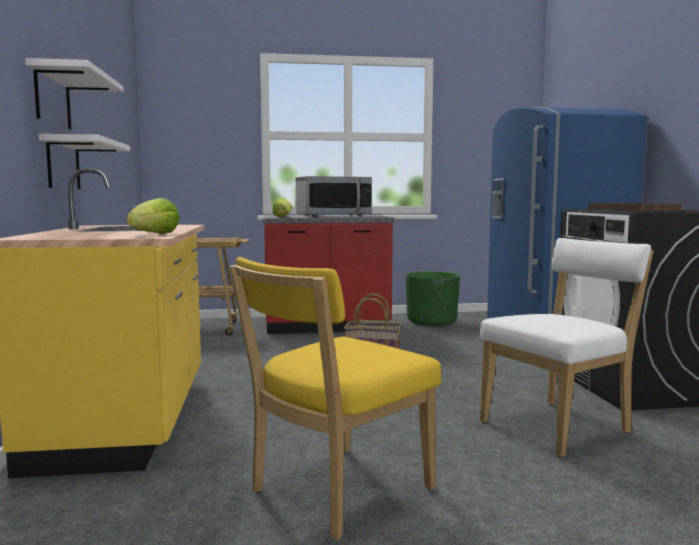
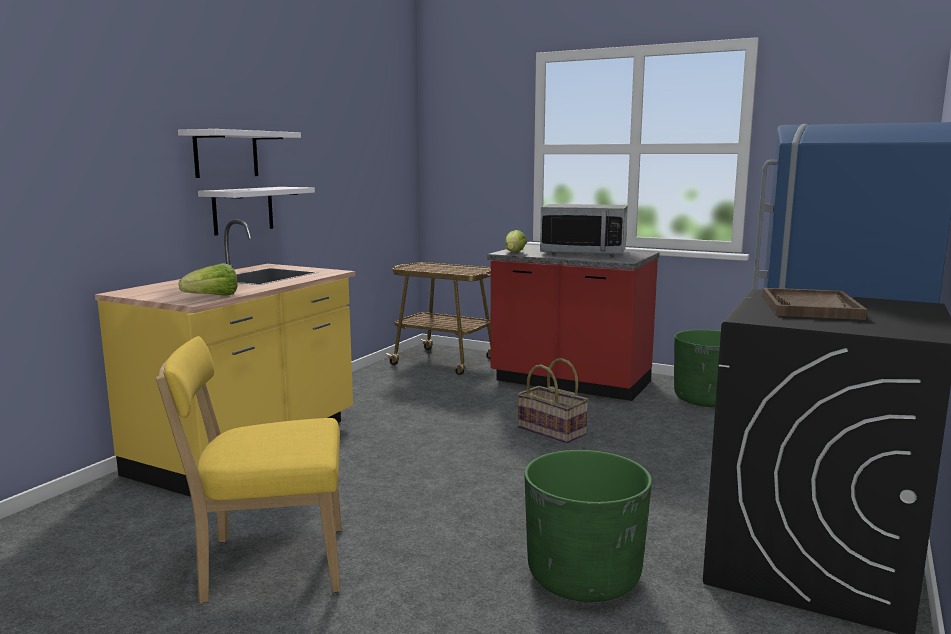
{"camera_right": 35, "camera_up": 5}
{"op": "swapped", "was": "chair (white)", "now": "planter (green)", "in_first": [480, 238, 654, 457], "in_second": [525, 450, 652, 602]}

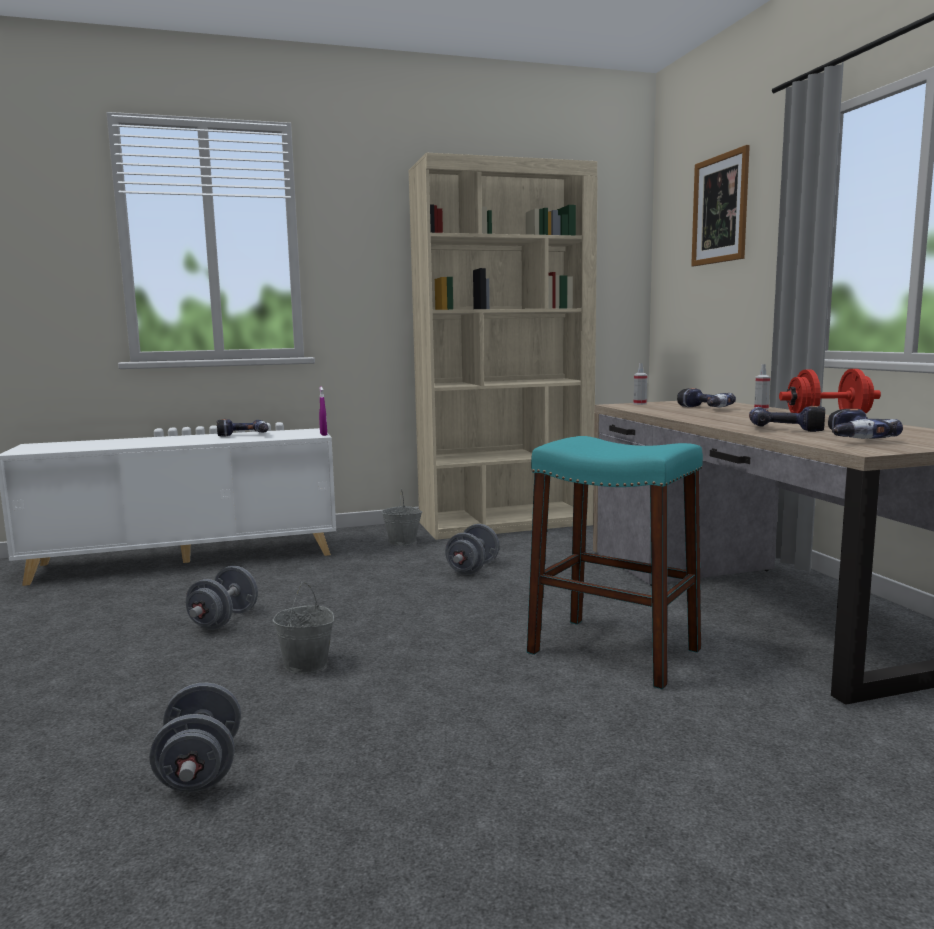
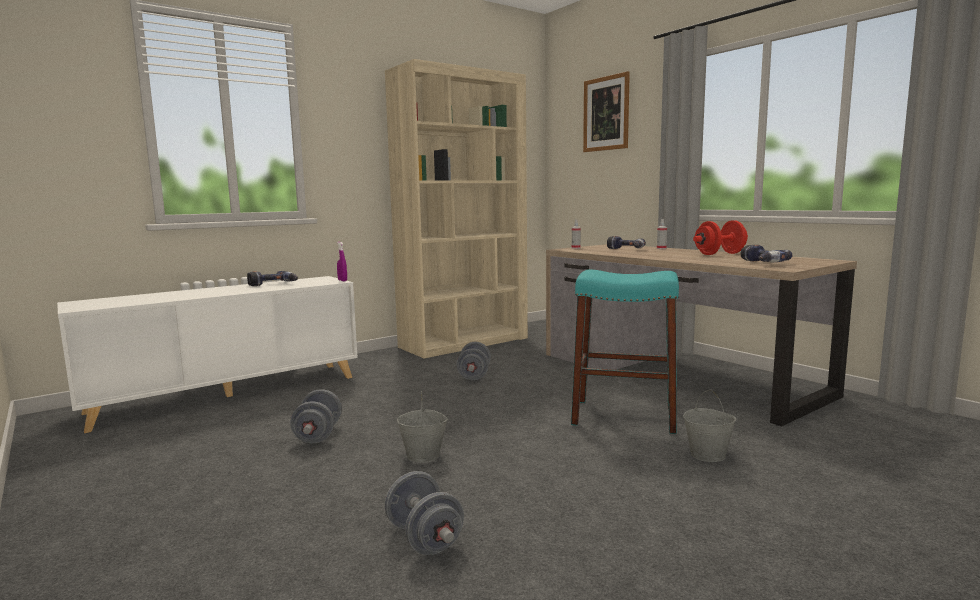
{"camera_right": -20, "camera_up": 0}
{"op": "gone", "was": "power drill", "in_first": [749, 406, 825, 432]}
{"op": "shifted", "was": "bucket (grey)", "in_first": [382, 489, 422, 545], "in_second": [683, 389, 736, 462]}

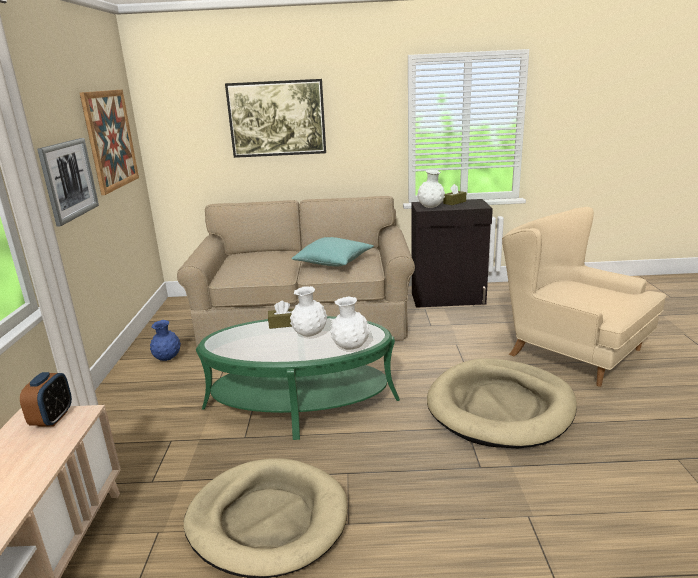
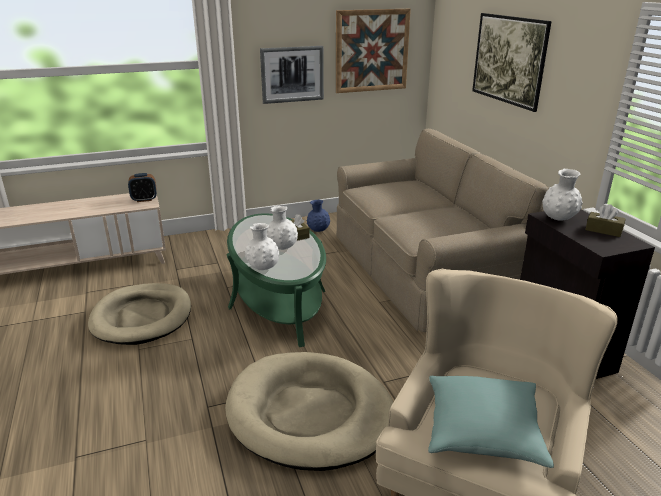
{"camera_right": 70, "camera_up": 5}
{"op": "shifted", "was": "pillow (turquoise)", "in_first": [291, 237, 374, 267], "in_second": [428, 376, 554, 468]}

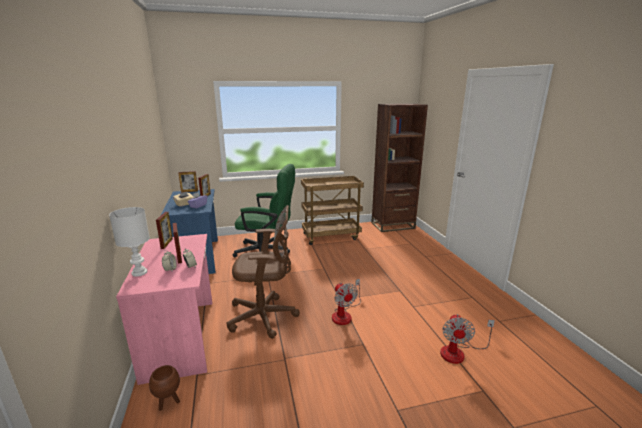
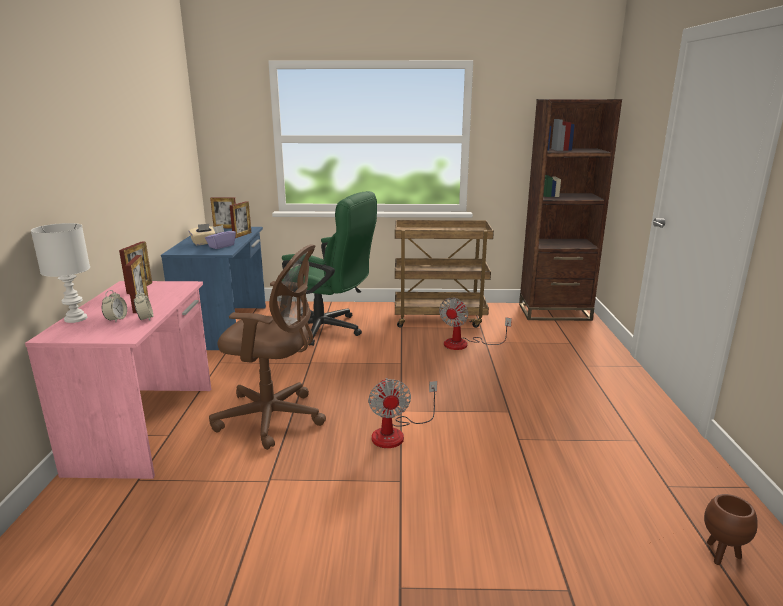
{"camera_right": 15, "camera_up": 0}
{"op": "shifted", "was": "fan", "in_first": [440, 314, 495, 364], "in_second": [439, 298, 512, 350]}
{"op": "shifted", "was": "planter (brown)", "in_first": [149, 365, 180, 411], "in_second": [704, 494, 758, 565]}

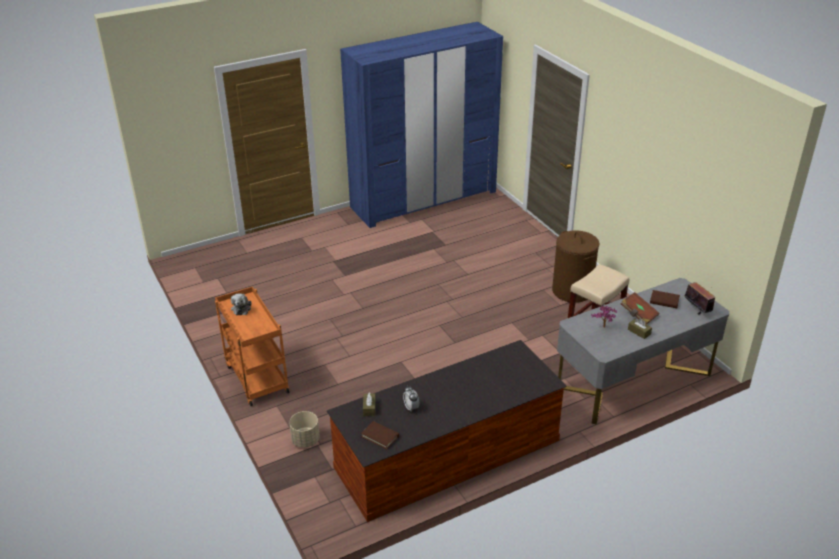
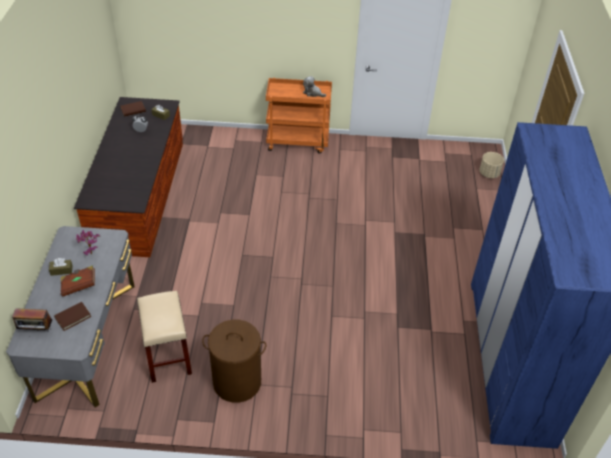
{"camera_right": 120, "camera_up": 10}
{"op": "shifted", "was": "planter (beige)", "in_first": [289, 411, 320, 448], "in_second": [479, 152, 504, 178]}

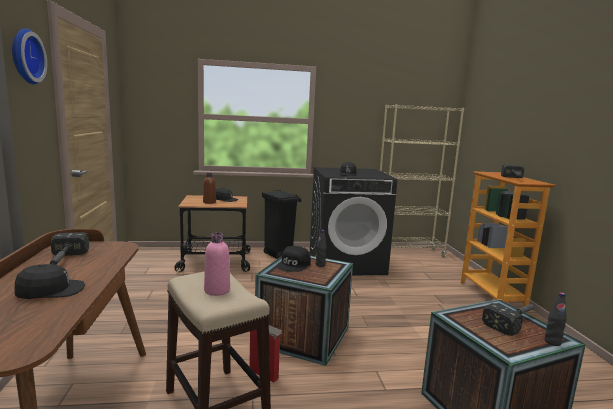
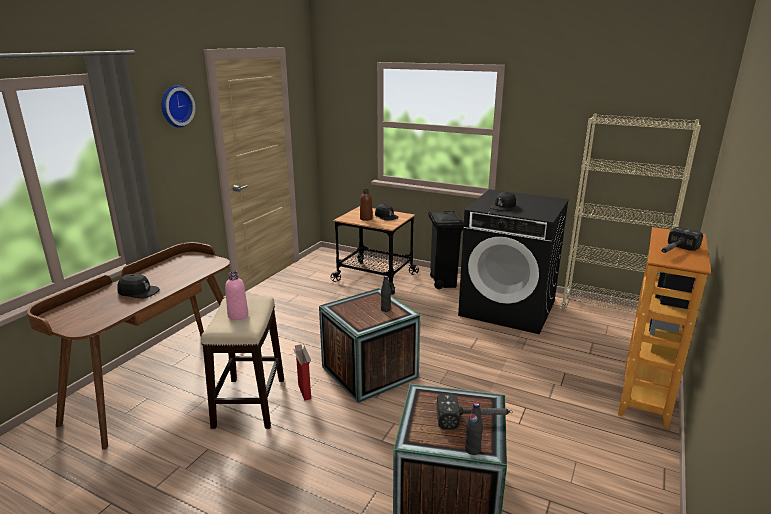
{"camera_right": 35, "camera_up": 10}
{"op": "gone", "was": "hammer", "in_first": [50, 232, 89, 265]}
{"op": "gone", "was": "cap (black)", "in_first": [277, 246, 311, 272]}

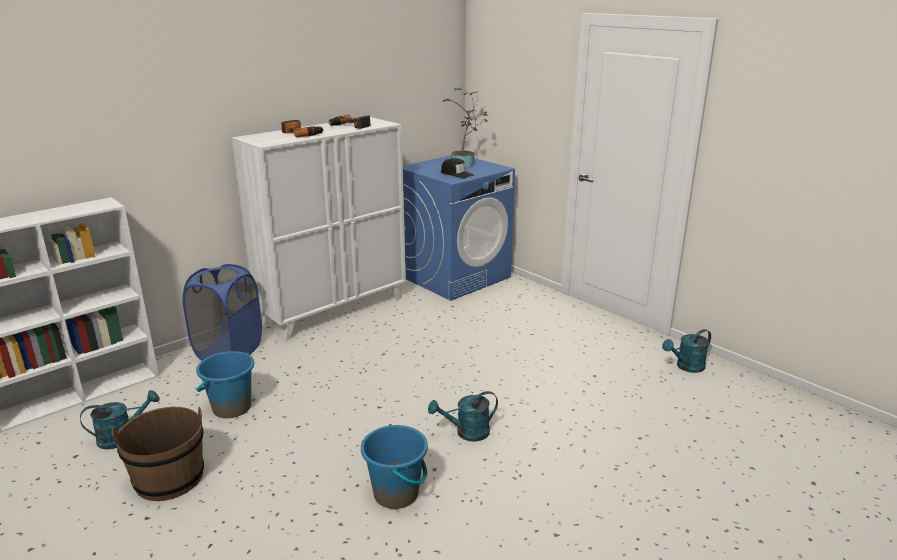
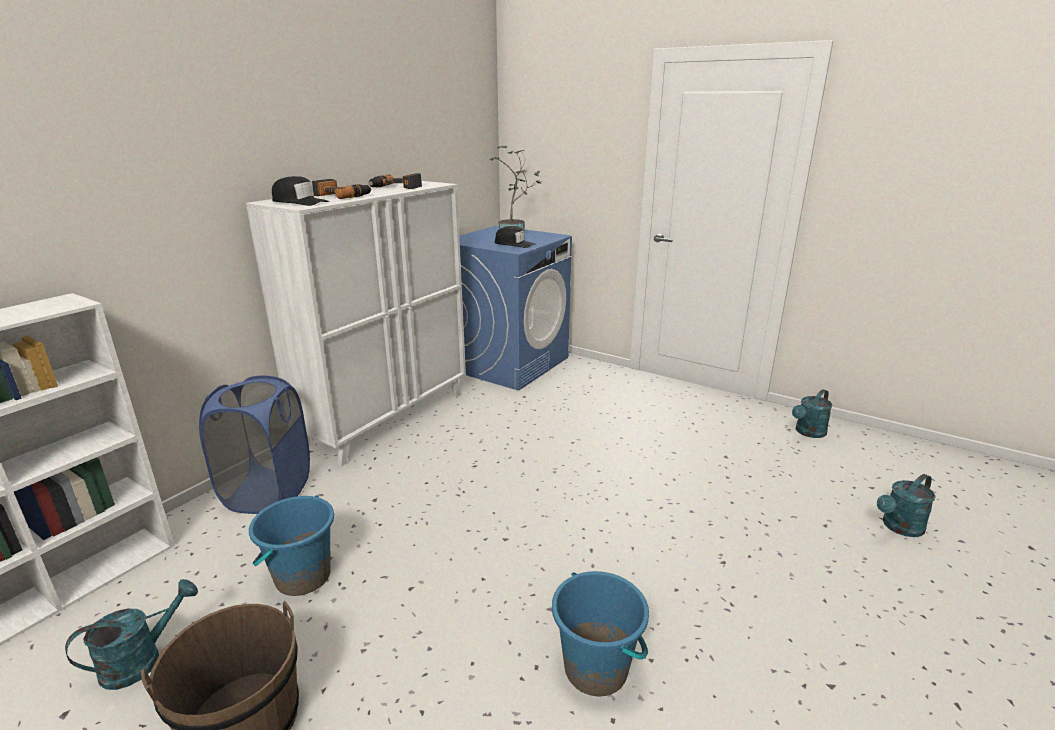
{"camera_right": -15, "camera_up": 0}
{"op": "shifted", "was": "watering can (turquoise)", "in_first": [428, 391, 498, 442], "in_second": [877, 474, 936, 537]}
{"op": "new", "now": "cap (black)", "in_second": [272, 176, 330, 206]}

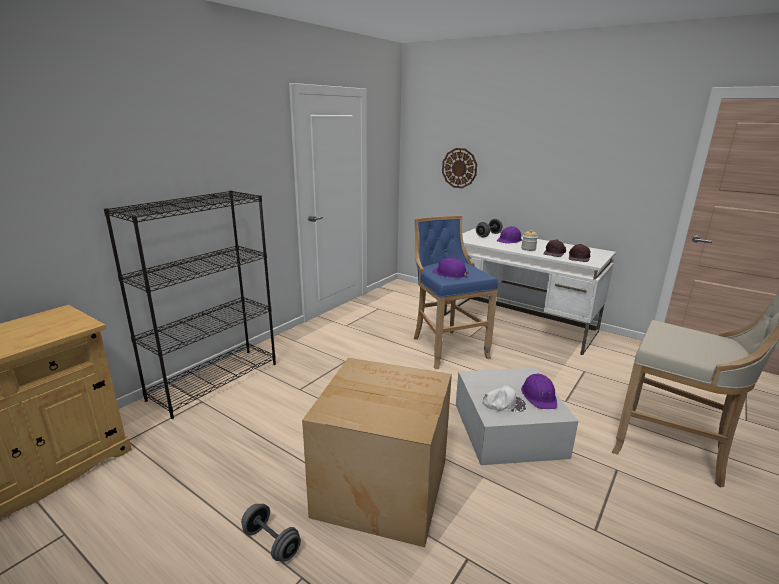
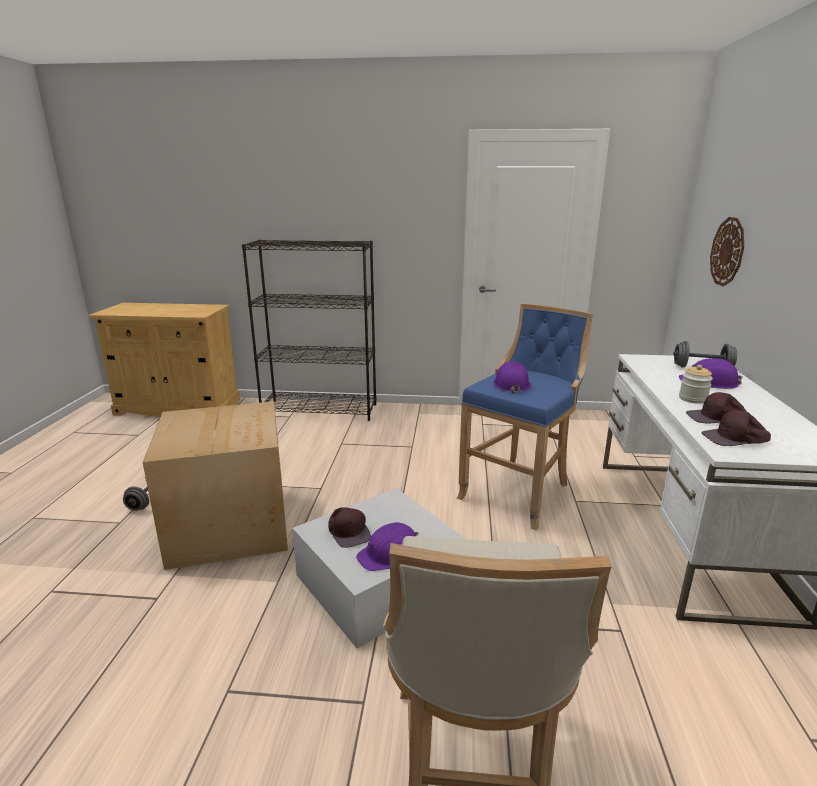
{"camera_right": 60, "camera_up": 0}
{"op": "repainted", "was": "cap (white)", "now": "cap (brown)", "in_first": [482, 385, 526, 412], "in_second": [328, 507, 371, 548]}

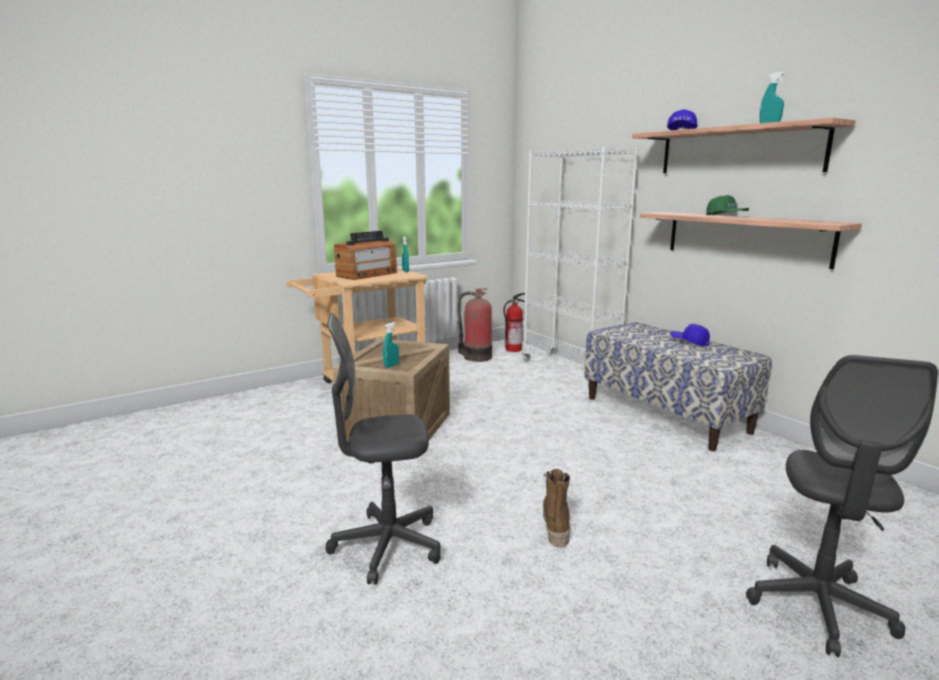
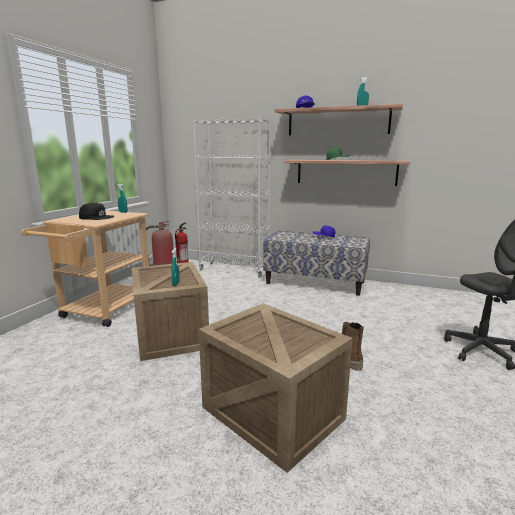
{"camera_right": -35, "camera_up": 0}
{"op": "swapped", "was": "radio", "now": "cap (black)", "in_first": [334, 231, 397, 280], "in_second": [79, 203, 114, 220]}
{"op": "swapped", "was": "office chair (grey)", "now": "crate", "in_first": [326, 313, 440, 585], "in_second": [199, 303, 352, 473]}

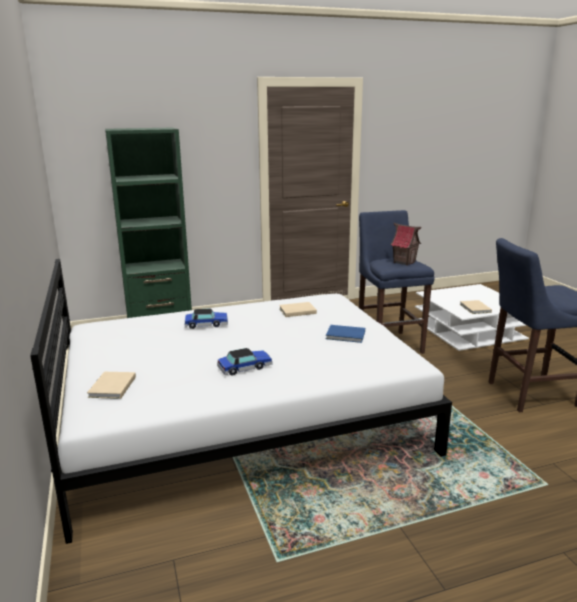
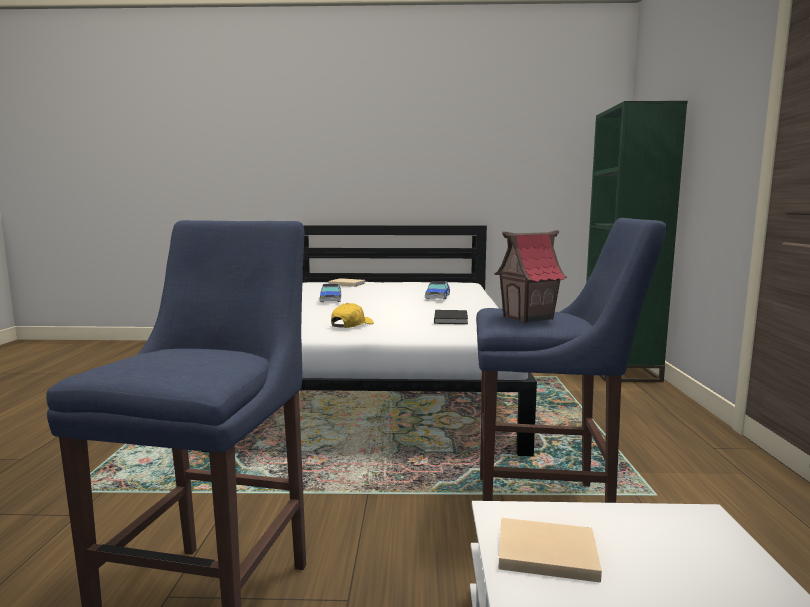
{"camera_right": 110, "camera_up": -10}
{"op": "repainted", "was": "book (beige)", "now": "book (black)", "in_first": [279, 302, 317, 317], "in_second": [434, 310, 468, 324]}
{"op": "swapped", "was": "book (blue)", "now": "cap (yellow)", "in_first": [326, 325, 365, 343], "in_second": [331, 303, 374, 328]}

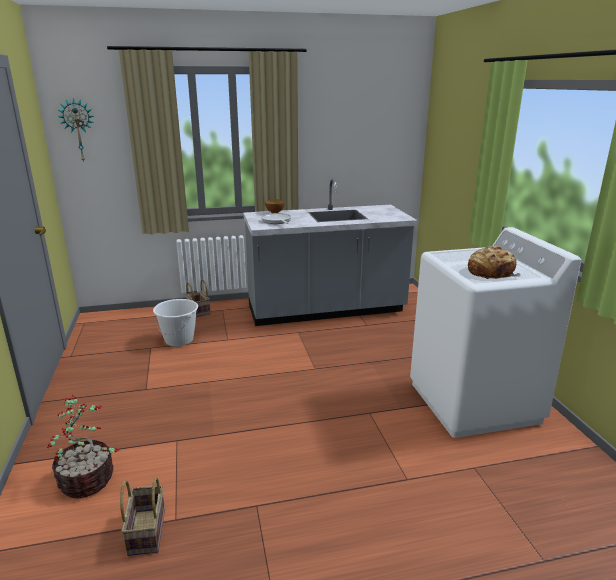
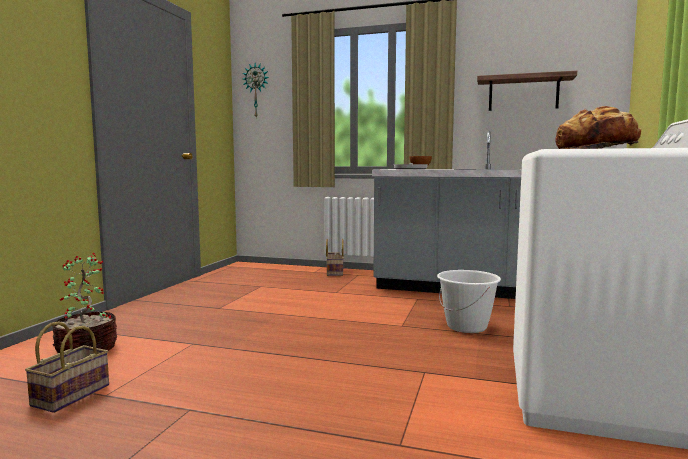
{"camera_right": 30, "camera_up": -15}
{"op": "shifted", "was": "bucket (white)", "in_first": [153, 299, 198, 347], "in_second": [437, 270, 501, 333]}
{"op": "new", "now": "shelf", "in_second": [477, 71, 577, 111]}

